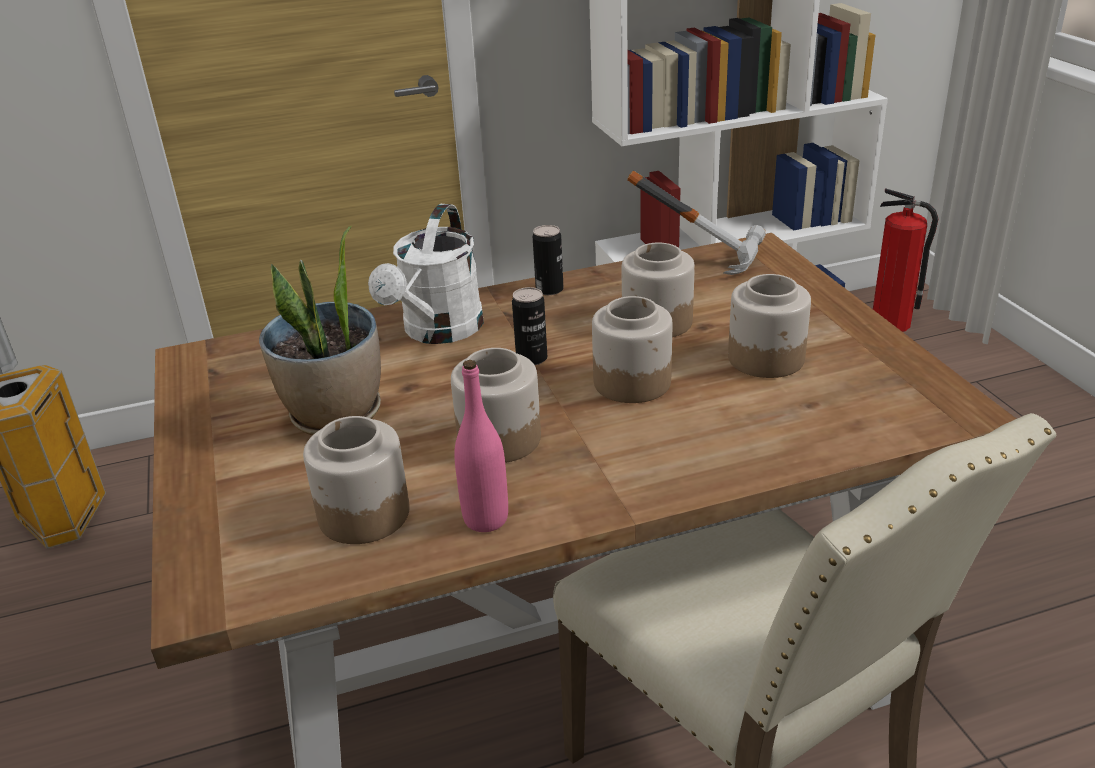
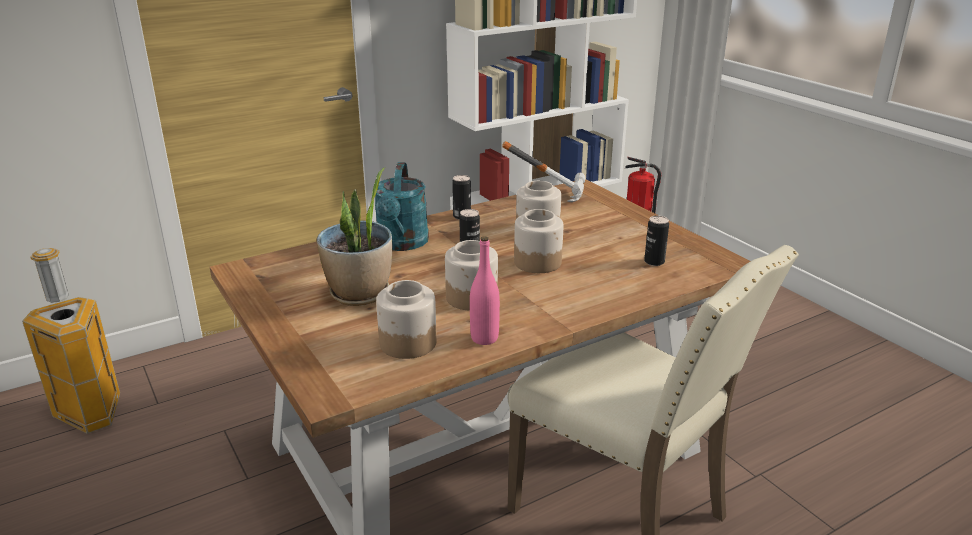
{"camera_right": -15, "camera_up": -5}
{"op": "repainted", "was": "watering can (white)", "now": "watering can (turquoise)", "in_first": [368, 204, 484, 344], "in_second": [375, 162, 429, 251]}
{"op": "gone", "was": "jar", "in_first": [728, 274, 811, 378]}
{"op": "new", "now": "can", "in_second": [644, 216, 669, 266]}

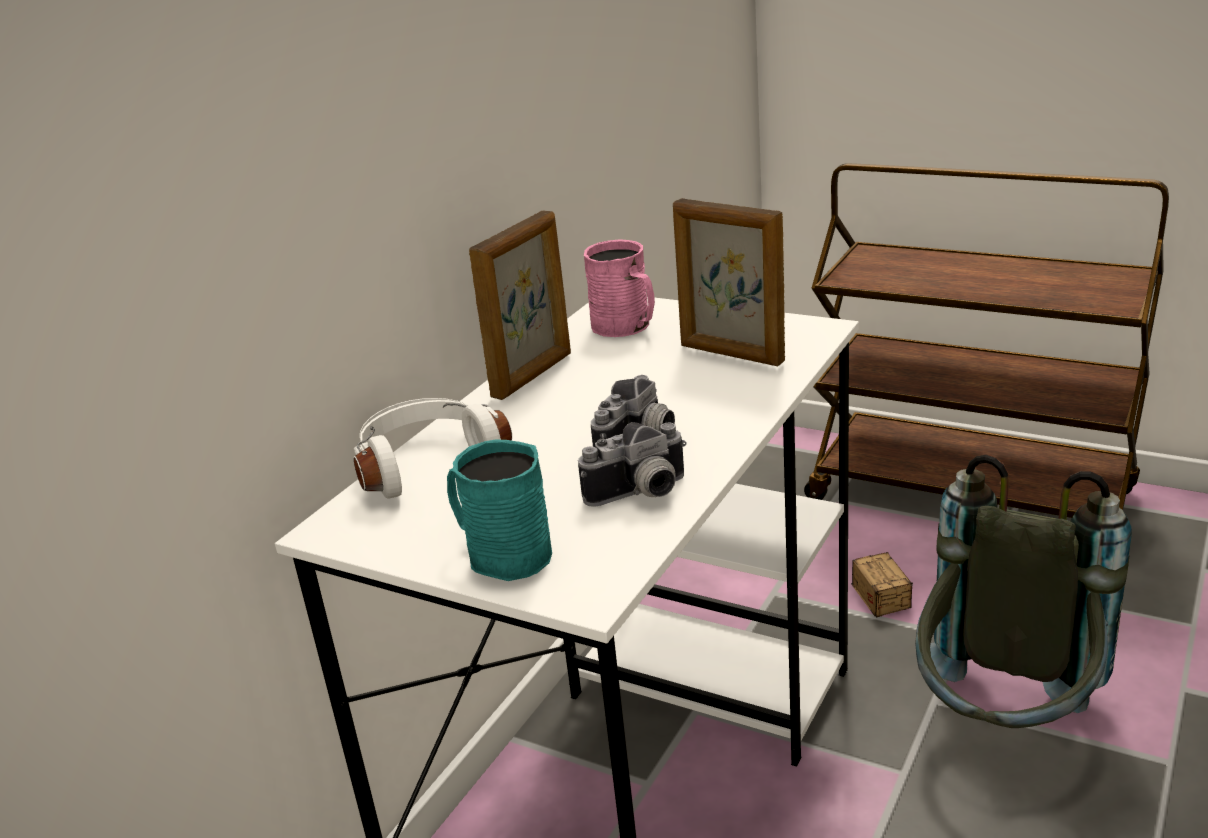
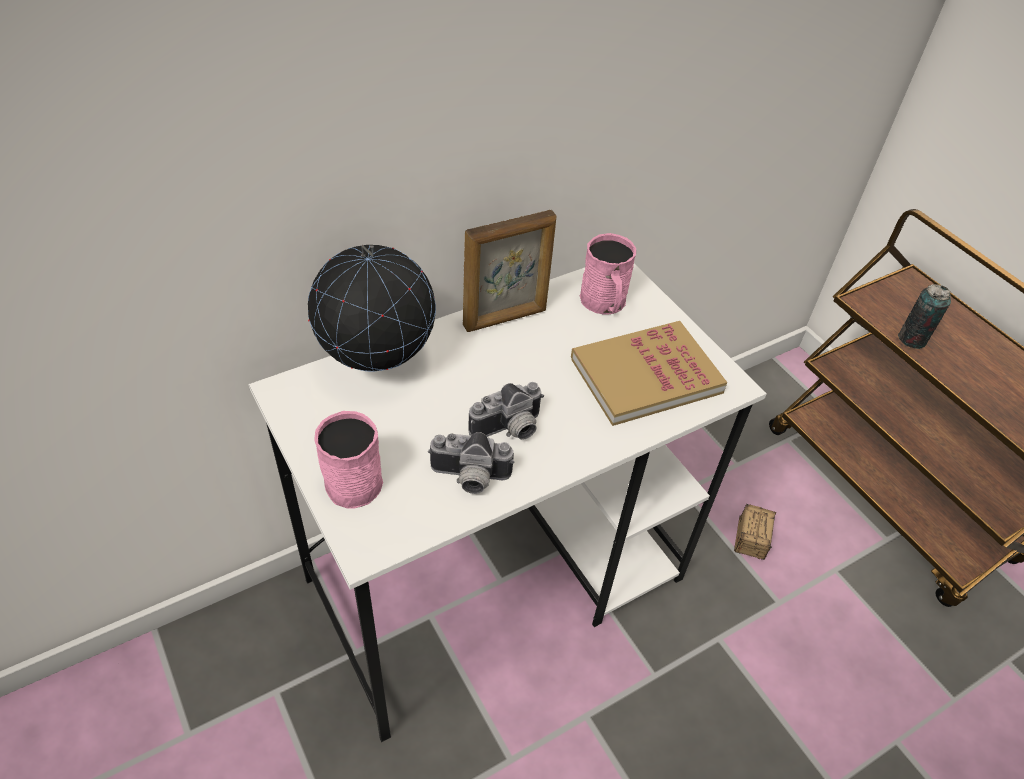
{"camera_right": 25, "camera_up": 20}
{"op": "swapped", "was": "picture frame", "now": "book", "in_first": [673, 198, 785, 366], "in_second": [571, 321, 727, 426]}
{"op": "swapped", "was": "headphones (white)", "now": "globe", "in_first": [354, 398, 512, 499], "in_second": [308, 245, 436, 372]}
{"op": "repainted", "was": "mug (turquoise)", "now": "mug (pink)", "in_first": [447, 440, 552, 581], "in_second": [315, 411, 383, 508]}
{"op": "gone", "was": "backpack (grey)", "in_first": [915, 454, 1132, 728]}
{"op": "new", "now": "can", "in_second": [898, 284, 951, 349]}

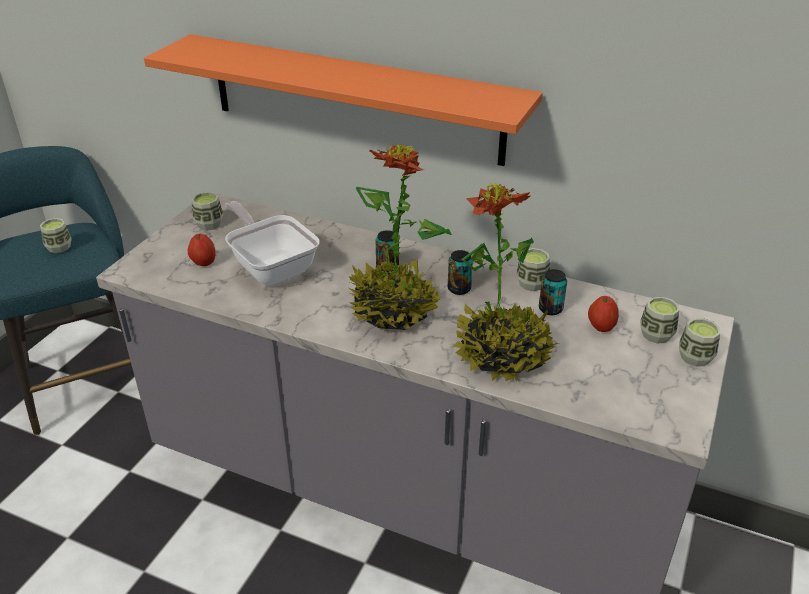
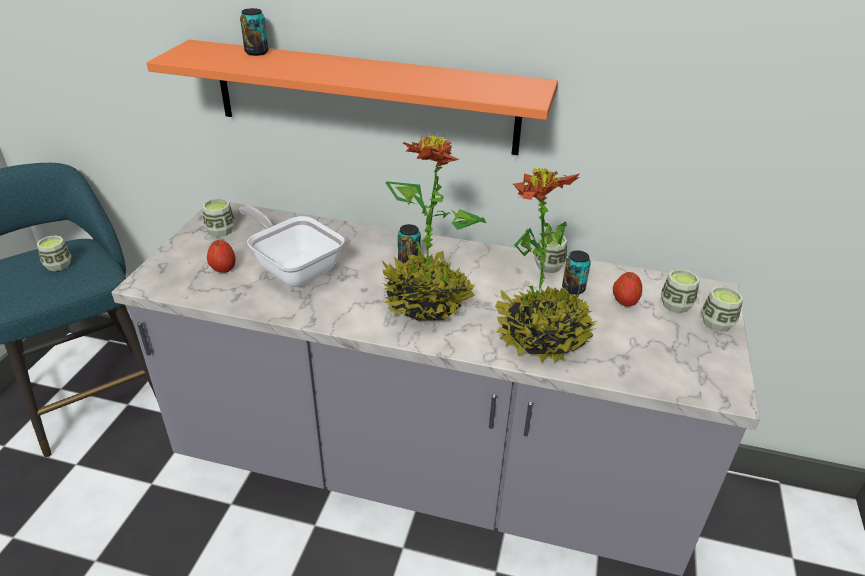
{"camera_right": -10, "camera_up": 0}
{"op": "shifted", "was": "can", "in_first": [448, 250, 473, 295], "in_second": [240, 8, 269, 56]}

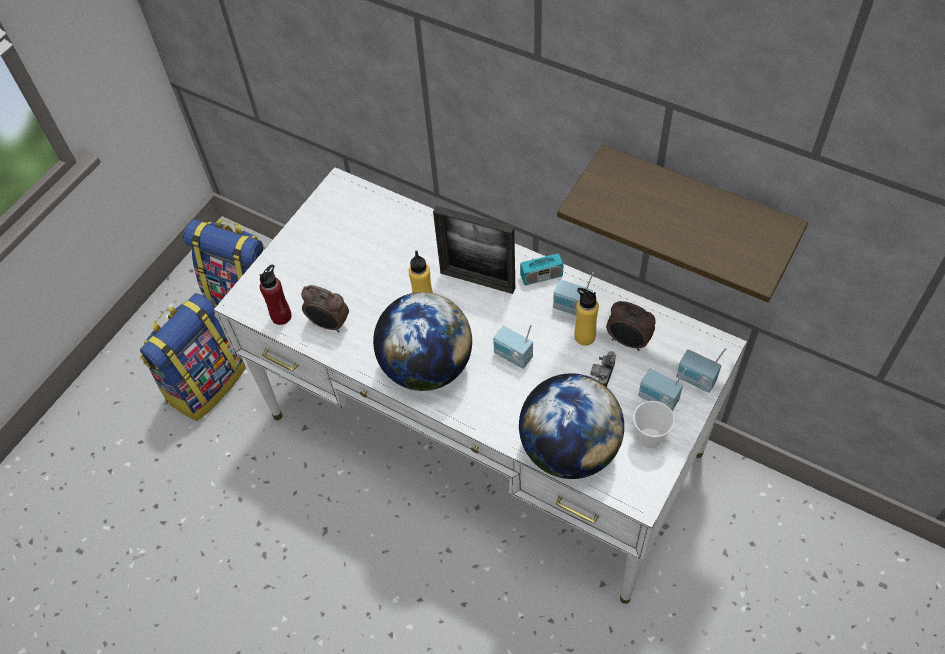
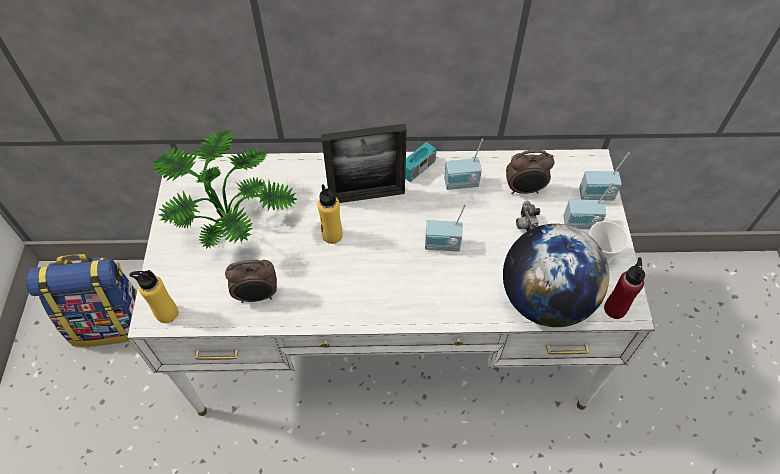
{"camera_right": -35, "camera_up": 0}
{"op": "gone", "was": "shelf", "in_first": [557, 145, 808, 302]}
{"op": "shifted", "was": "bottle (red)", "in_first": [260, 264, 292, 325], "in_second": [604, 257, 645, 319]}
{"op": "shifted", "was": "bottle (yellow)", "in_first": [574, 288, 599, 345], "in_second": [130, 270, 178, 323]}
{"op": "gone", "was": "globe", "in_first": [373, 292, 472, 391]}
{"op": "gone", "was": "backpack", "in_first": [140, 293, 246, 421]}
{"op": "new", "now": "potted plant", "in_second": [150, 129, 297, 249]}

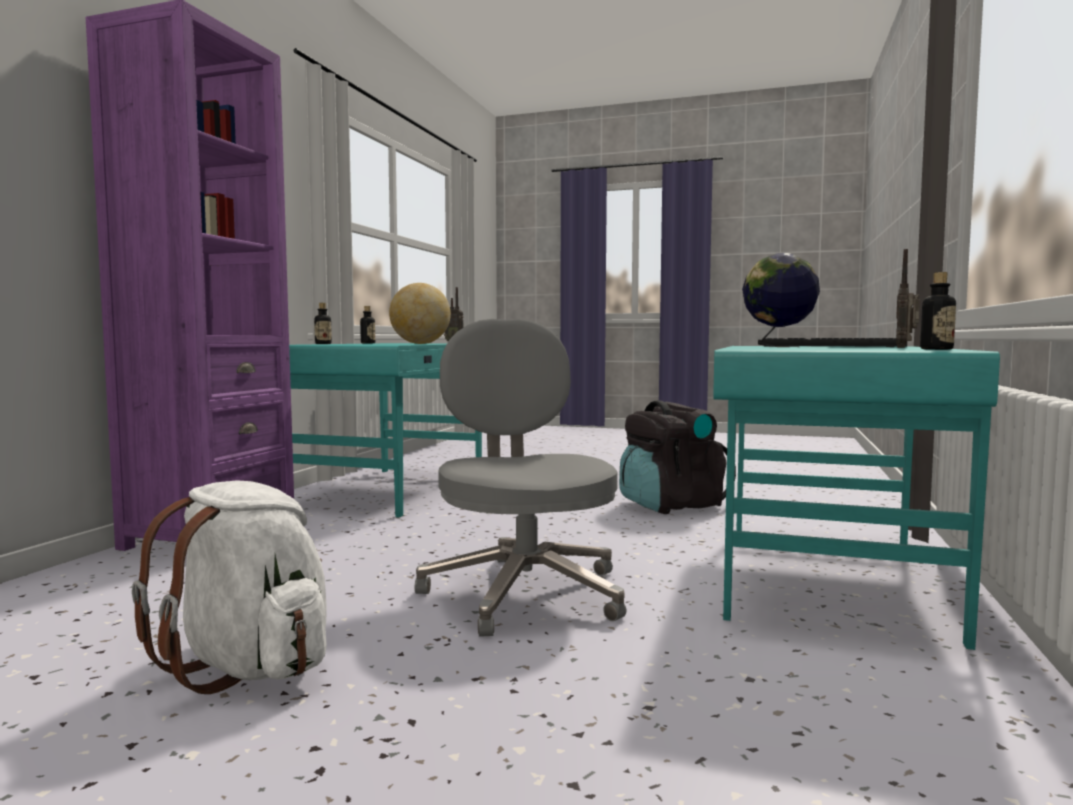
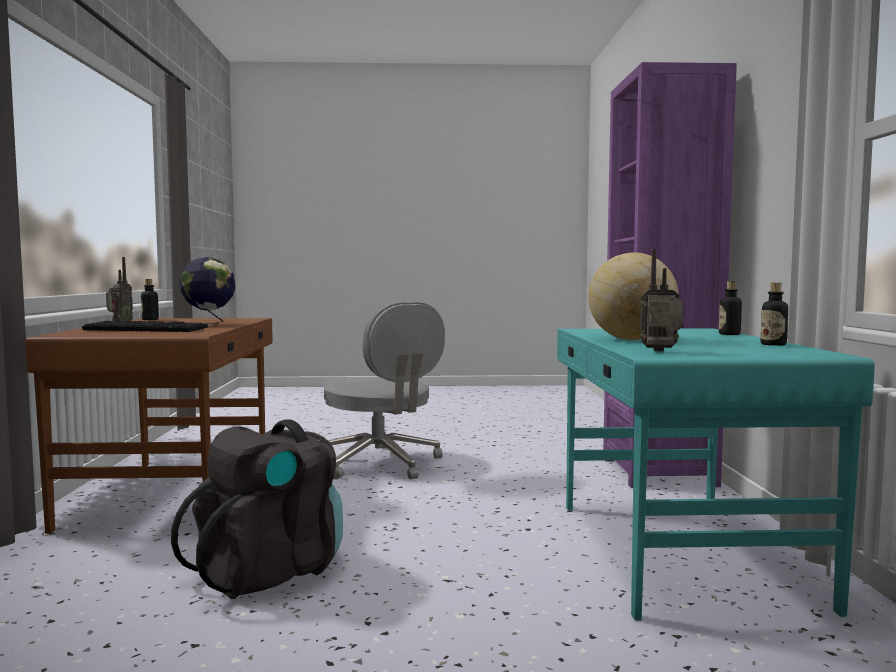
{"camera_right": 160, "camera_up": 0}
{"op": "repainted", "was": "desk (turquoise)", "now": "desk (brown)", "in_first": [713, 346, 1000, 650], "in_second": [25, 318, 273, 534]}
{"op": "gone", "was": "backpack (white)", "in_first": [132, 480, 327, 694]}

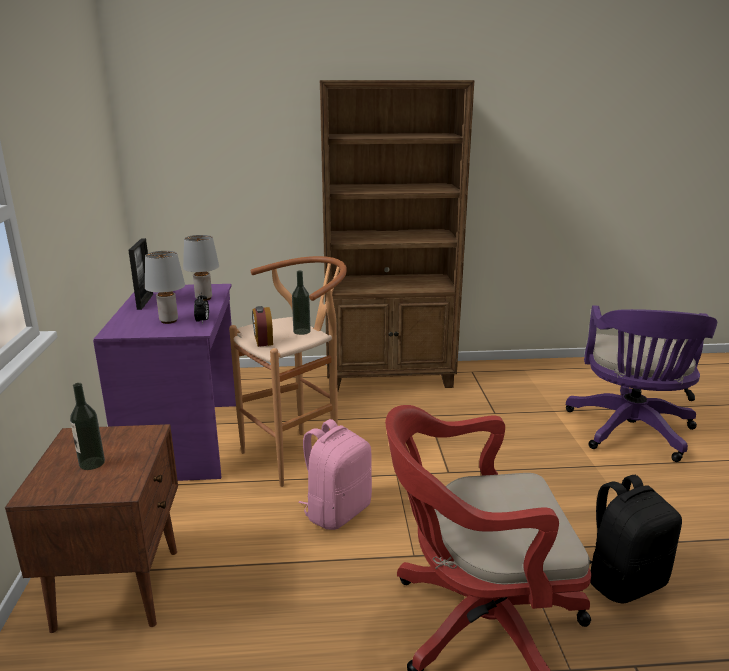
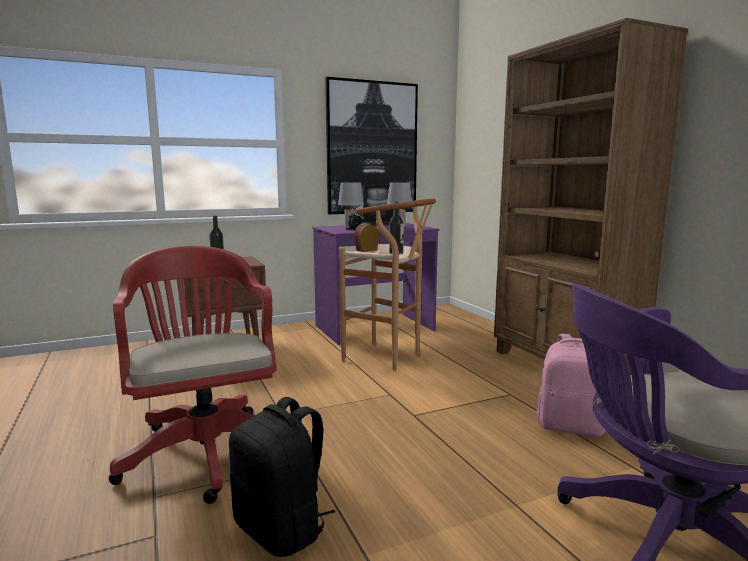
{"camera_right": 70, "camera_up": -10}
{"op": "shifted", "was": "backpack (pink)", "in_first": [298, 419, 372, 530], "in_second": [537, 334, 606, 437]}
{"op": "new", "now": "picture", "in_second": [325, 77, 418, 214]}

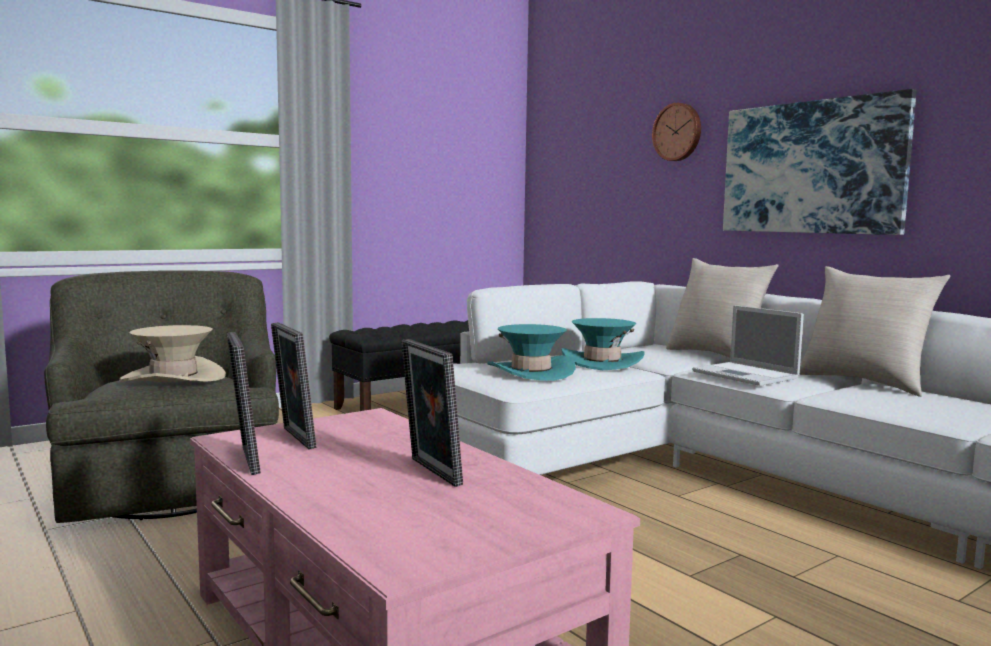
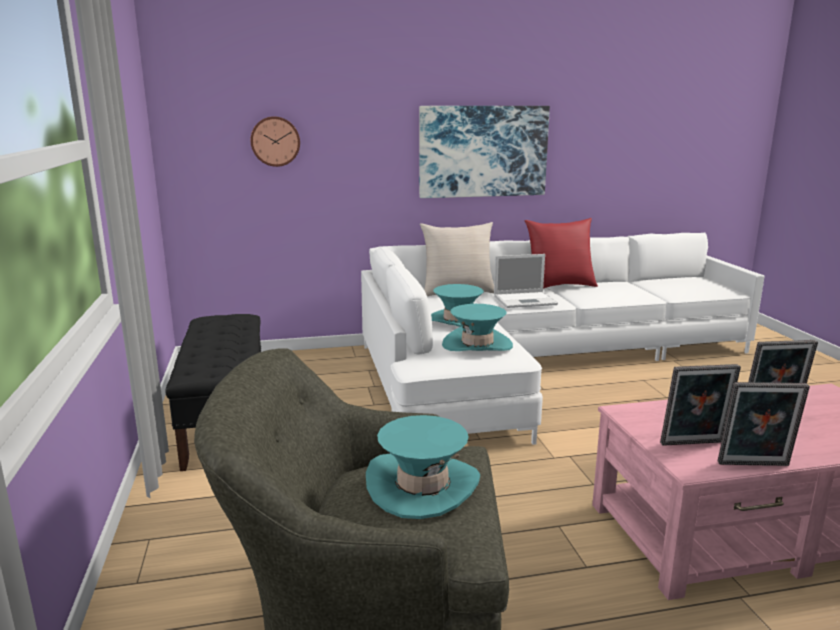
{"camera_right": -65, "camera_up": 10}
{"op": "shifted", "was": "wall clock", "in_first": [652, 103, 701, 161], "in_second": [250, 116, 300, 167]}
{"op": "repainted", "was": "pillow (beige)", "now": "pillow (red)", "in_first": [800, 266, 950, 397], "in_second": [525, 218, 598, 288]}
{"op": "repainted", "was": "hat (beige)", "now": "hat (turquoise)", "in_first": [119, 325, 226, 382], "in_second": [366, 415, 480, 519]}

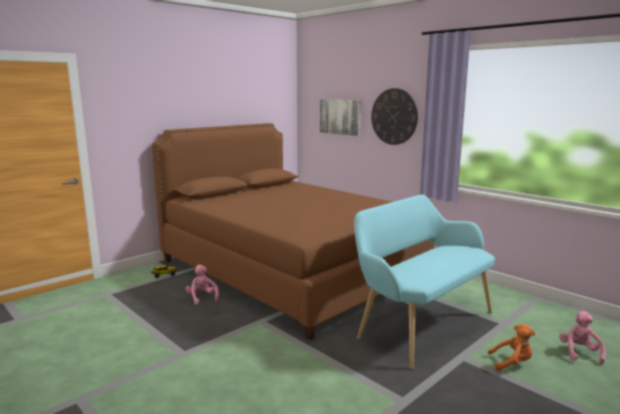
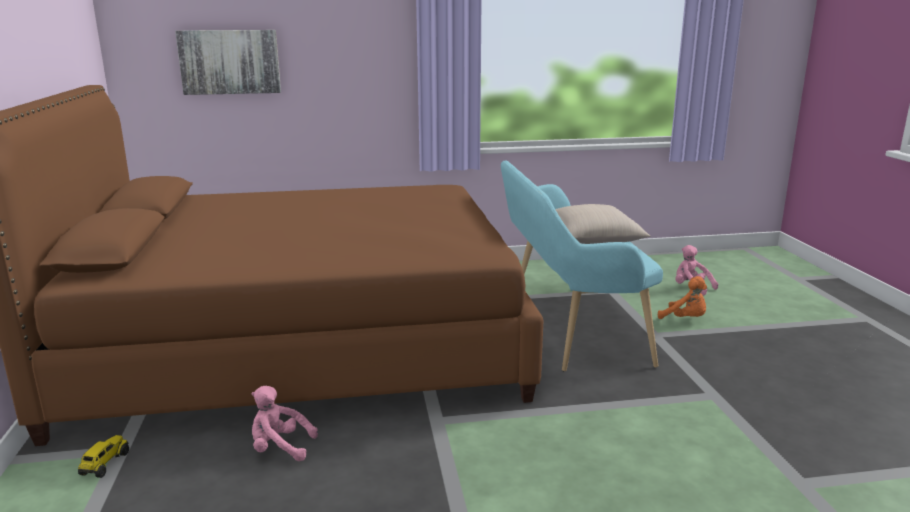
{"camera_right": -55, "camera_up": 5}
{"op": "gone", "was": "wall clock", "in_first": [371, 88, 418, 145]}
{"op": "rotated", "was": "plush toy (orange)", "in_first": [488, 324, 535, 371], "in_second": [658, 276, 707, 319], "clockwise": 90}
{"op": "new", "now": "pillow (beige)", "in_second": [555, 204, 650, 244]}

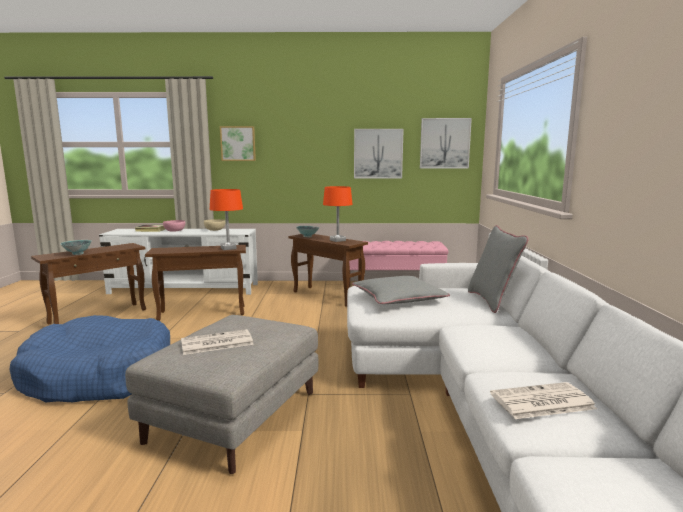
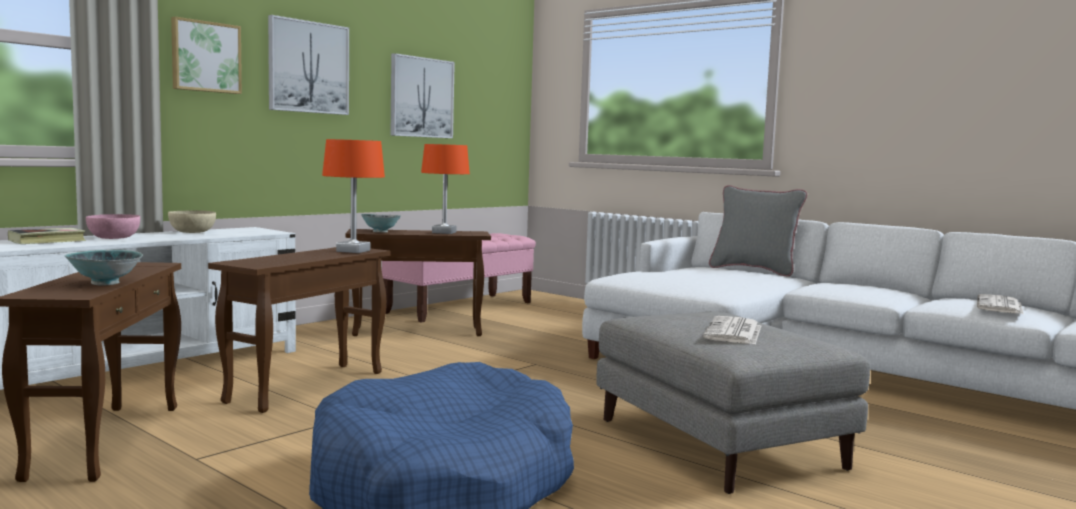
{"camera_right": -50, "camera_up": -5}
{"op": "shifted", "was": "picture", "in_first": [420, 118, 472, 168], "in_second": [268, 15, 349, 115]}
{"op": "gone", "was": "pillow (grey)", "in_first": [352, 276, 450, 304]}

